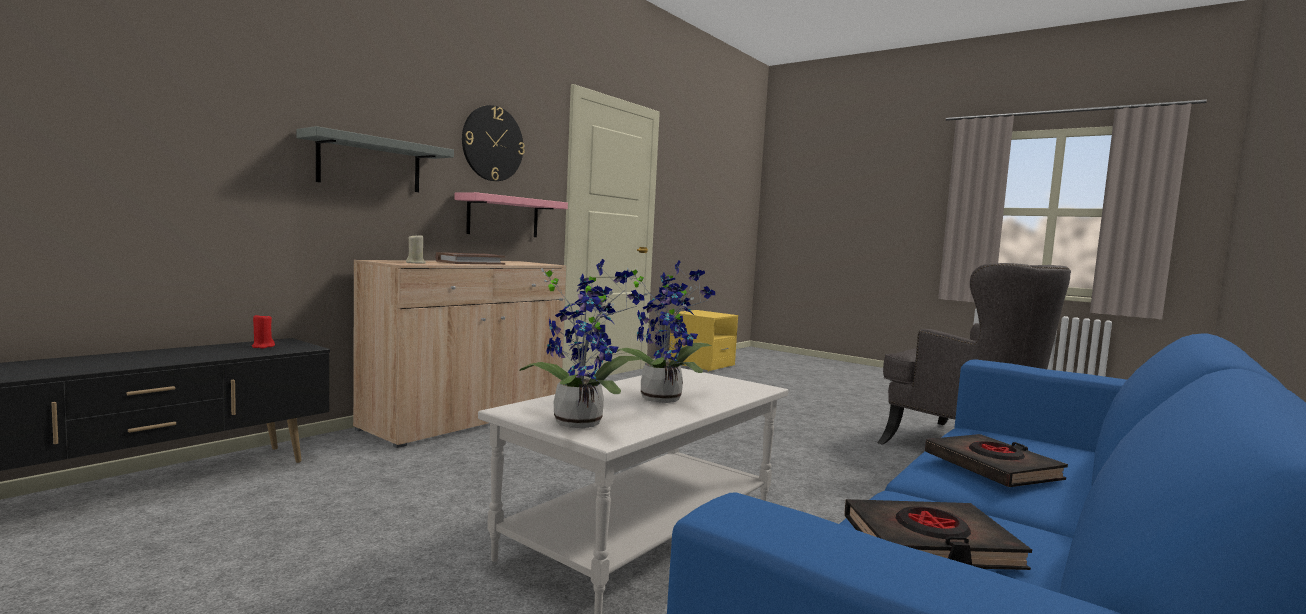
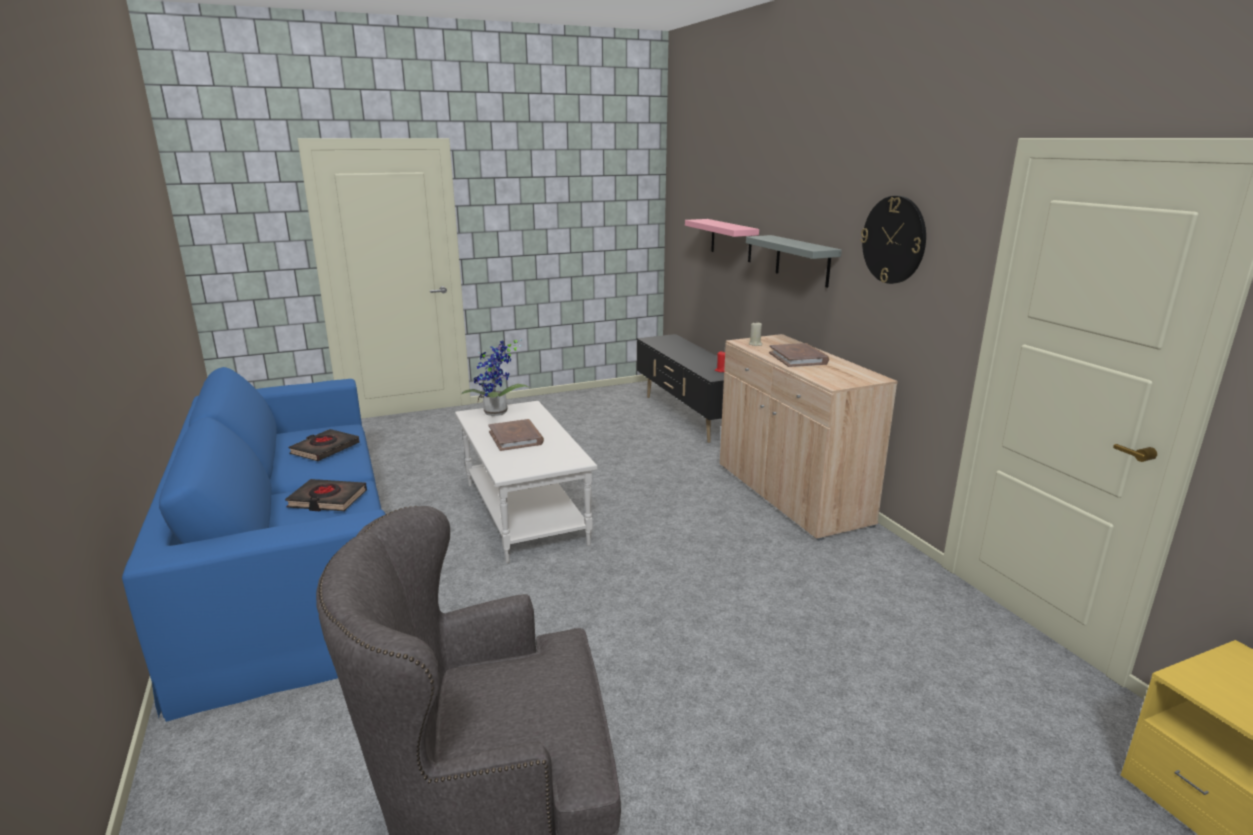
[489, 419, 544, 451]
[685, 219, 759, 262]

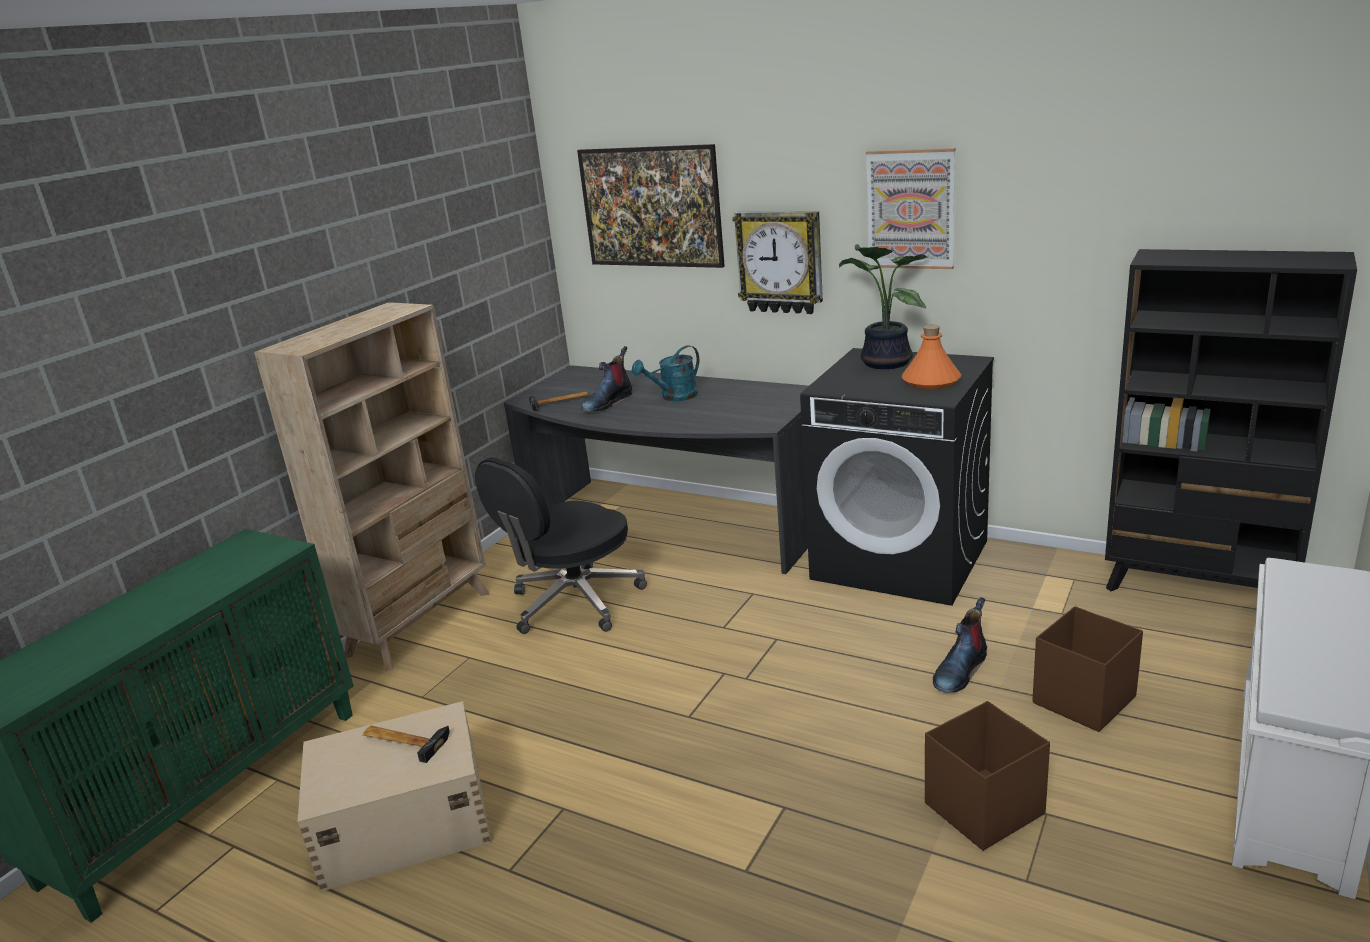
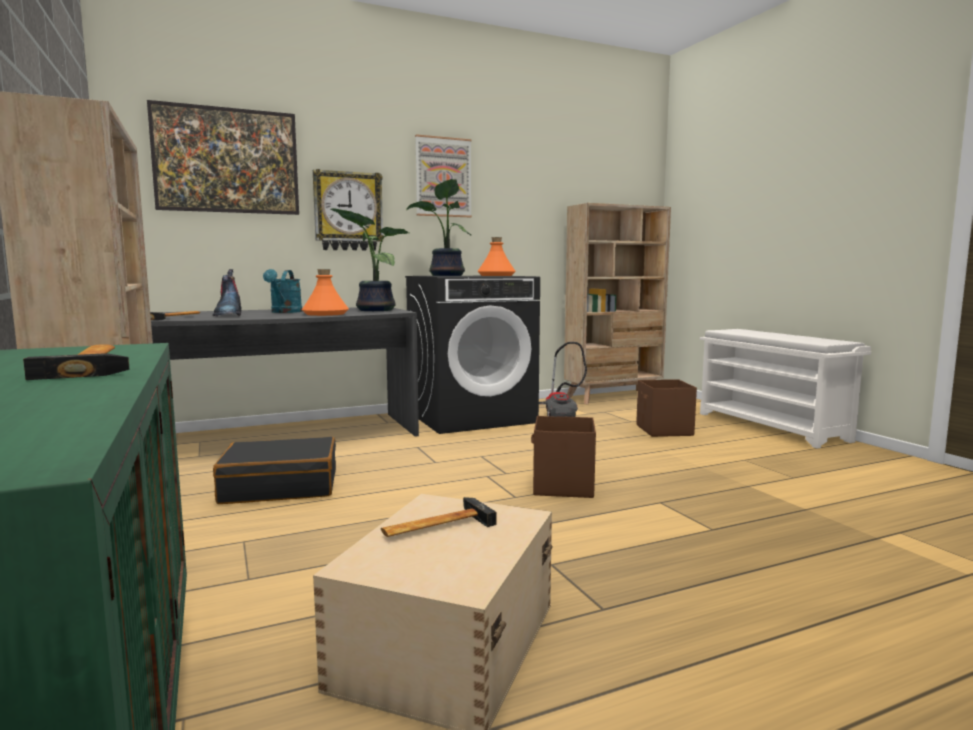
[23, 344, 129, 380]
[213, 437, 336, 504]
[302, 269, 349, 316]
[330, 208, 409, 311]
[531, 416, 596, 498]
[539, 342, 587, 417]
[564, 203, 671, 404]
[933, 597, 987, 693] (first image)

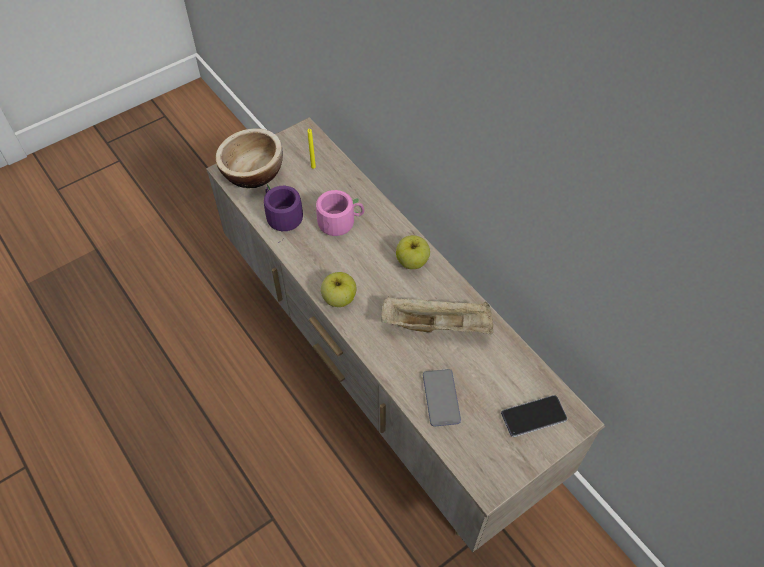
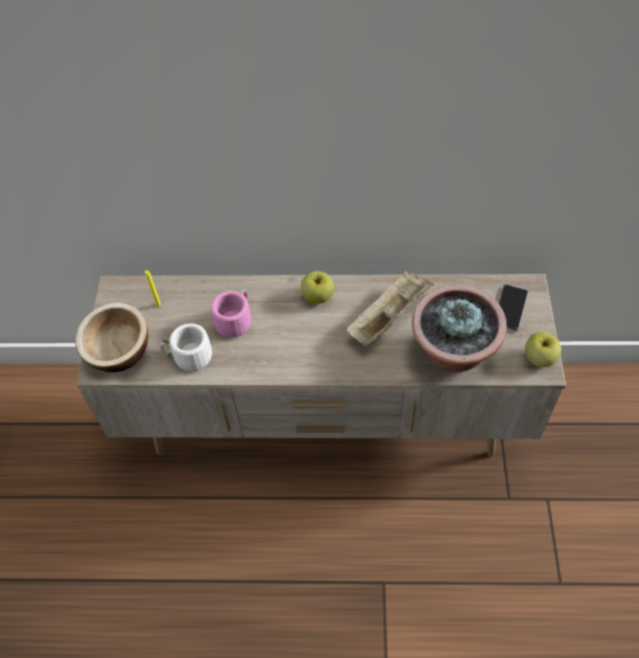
[160, 323, 212, 371]
[412, 285, 507, 372]
[525, 332, 561, 367]

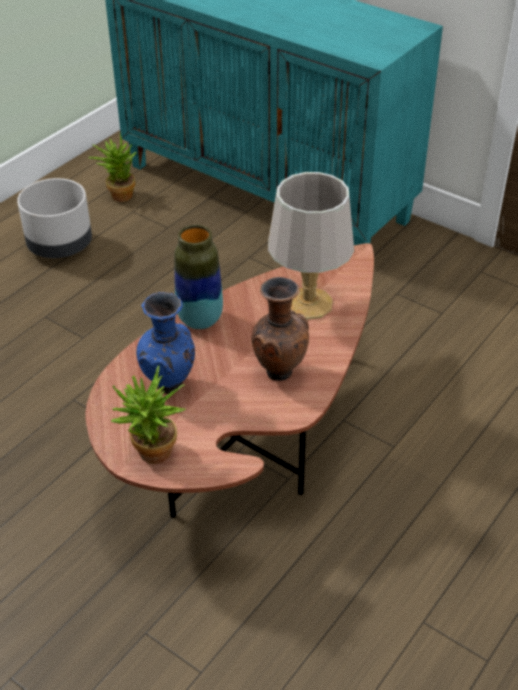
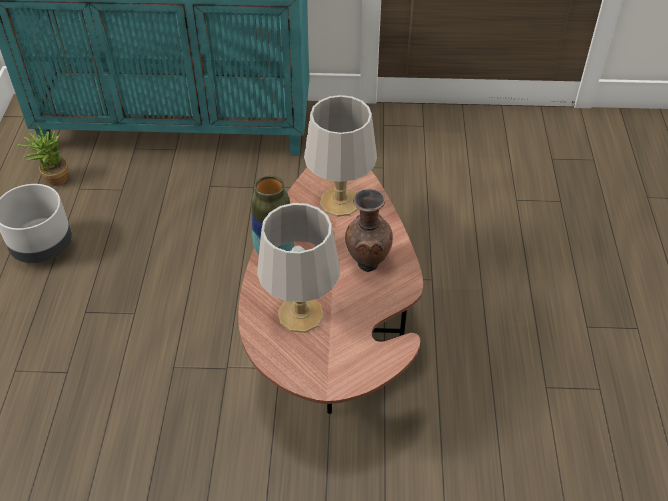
[257, 203, 340, 333]
[111, 366, 186, 464] (first image)

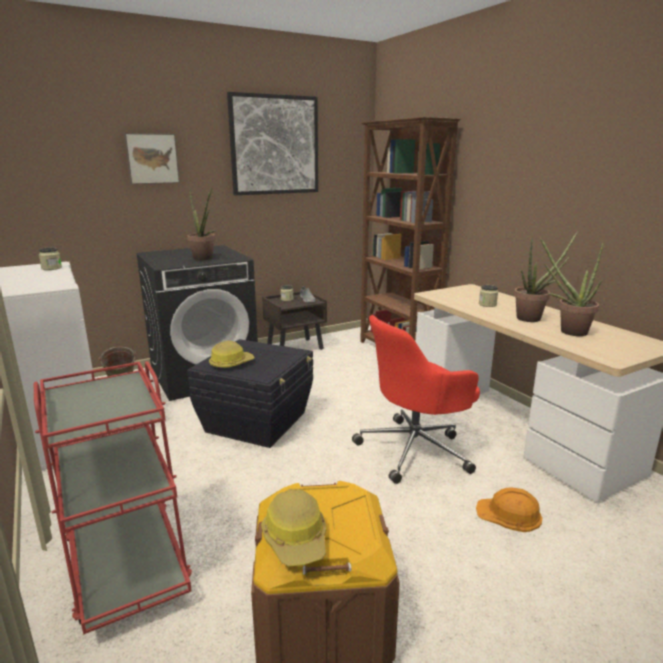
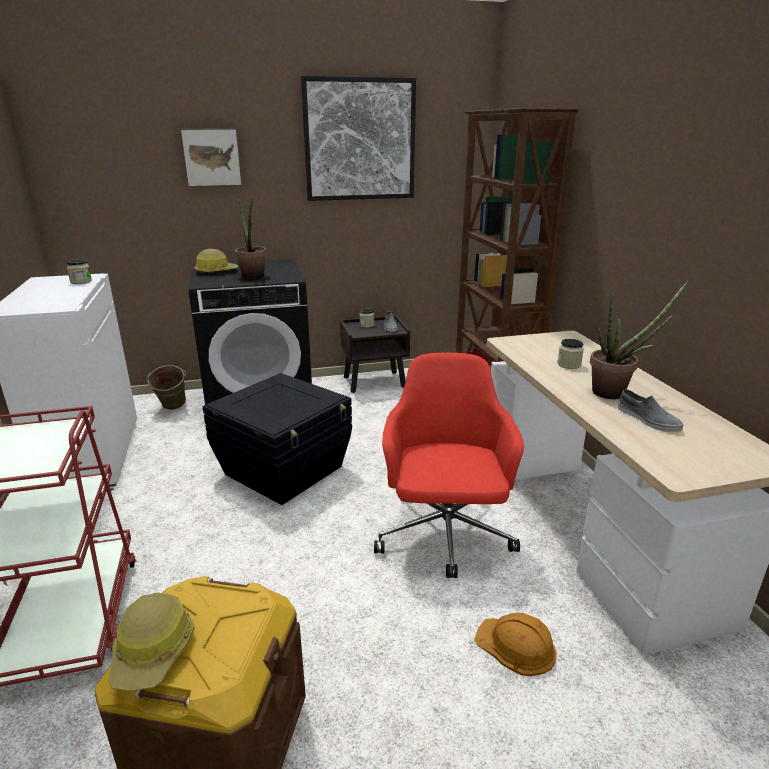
[194, 249, 238, 274]
[374, 353, 524, 578]
[618, 389, 683, 432]

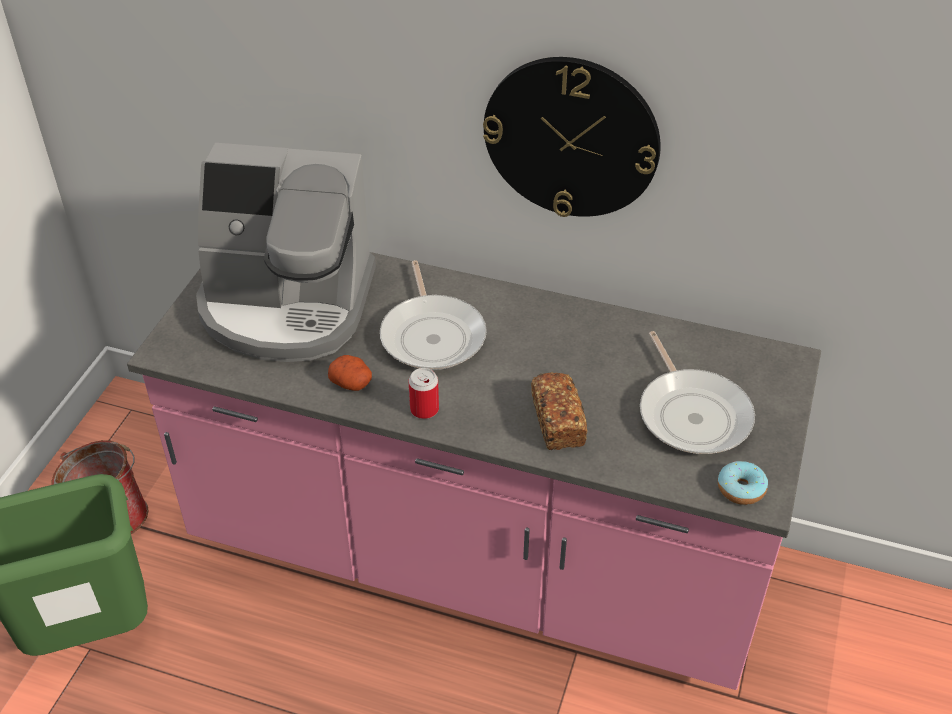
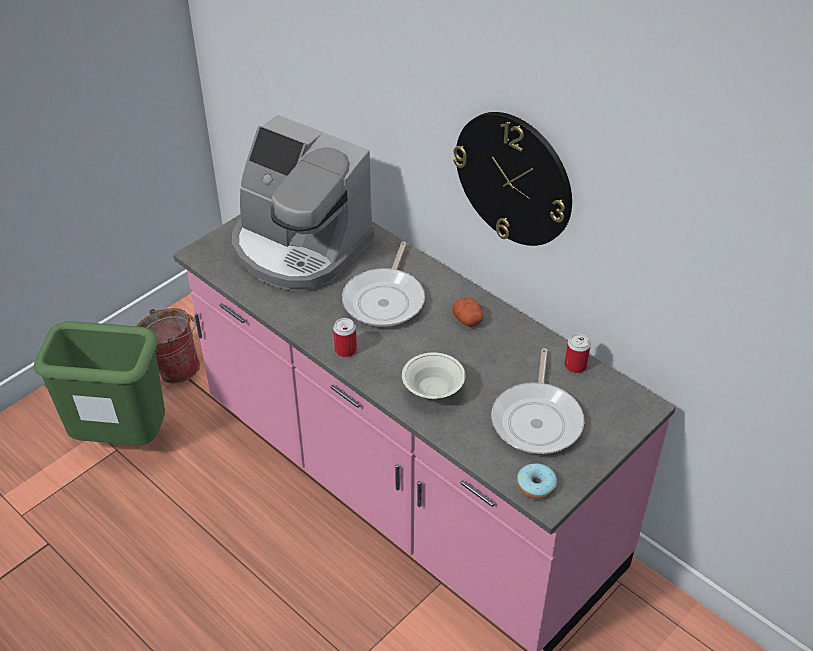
[402, 352, 465, 400]
[452, 298, 484, 327]
[564, 333, 591, 373]

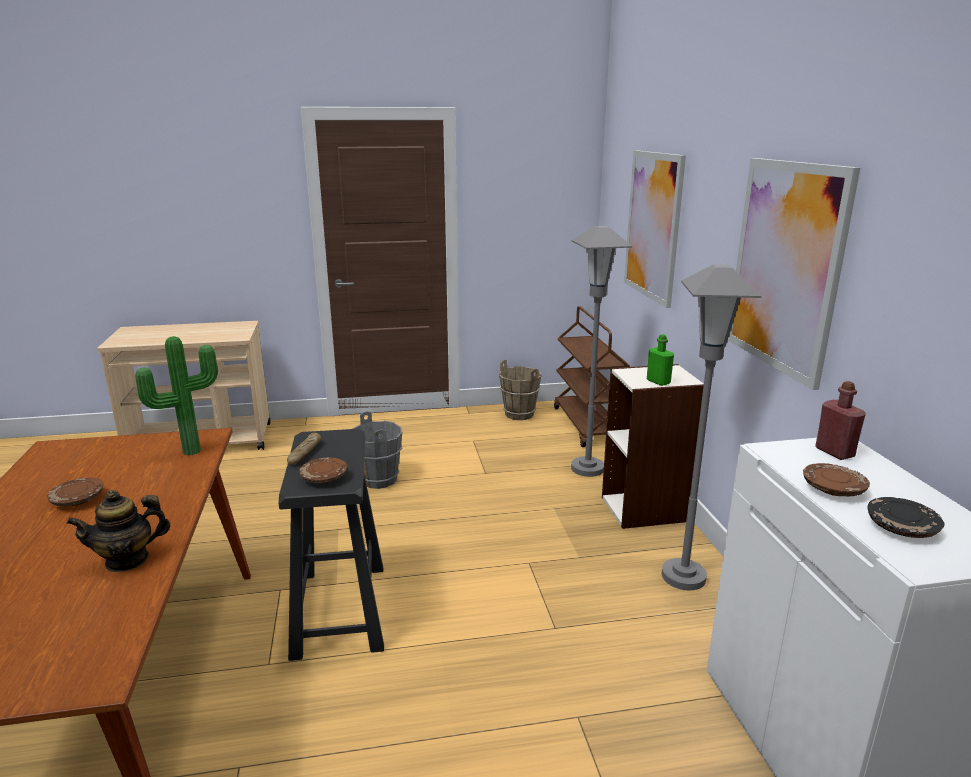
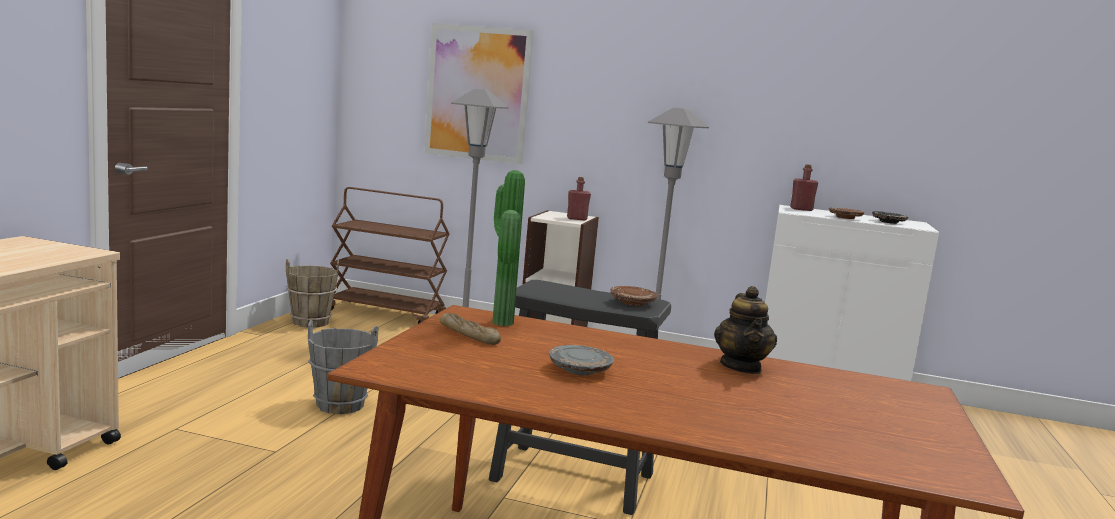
[440, 313, 501, 345]
[549, 345, 614, 375]
[567, 177, 591, 220]
[728, 158, 860, 390] (first image)

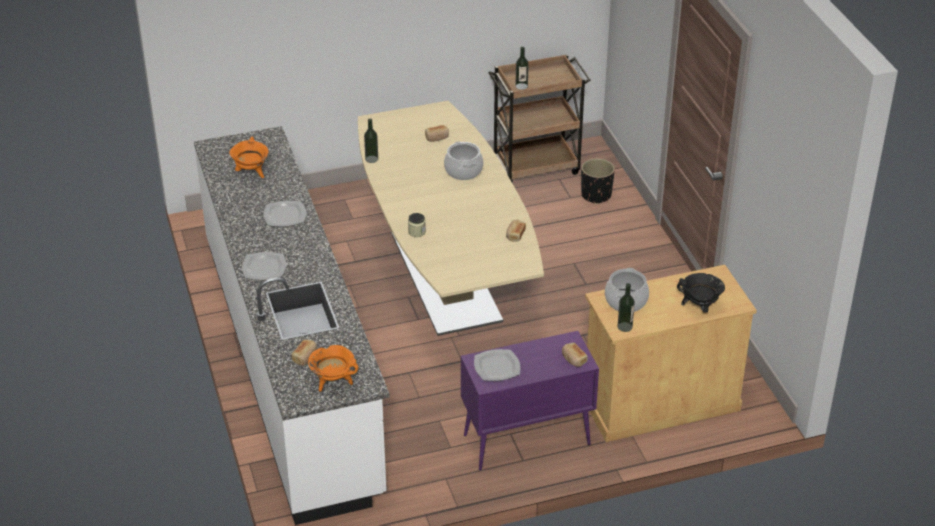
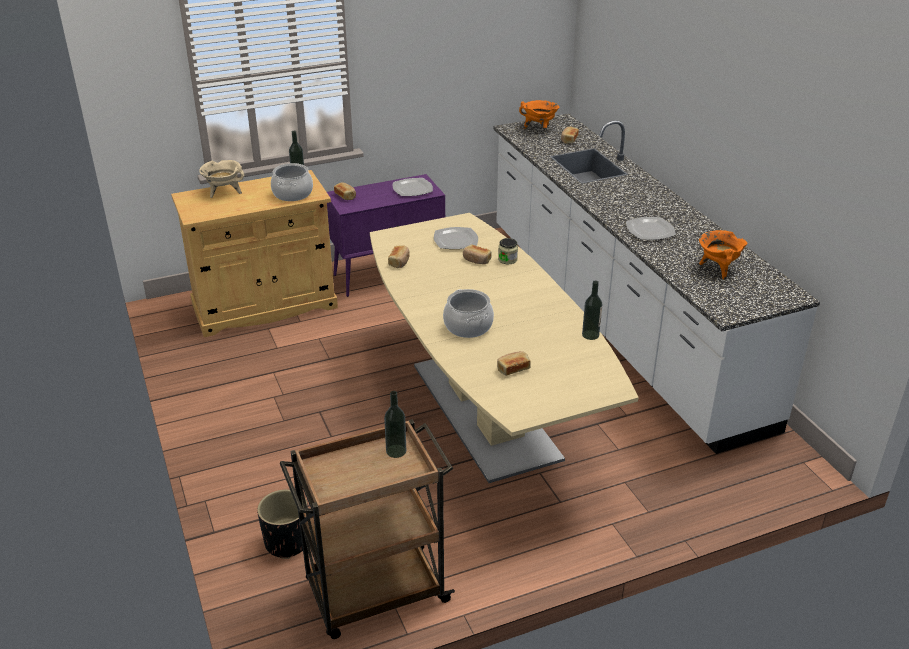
[199, 160, 244, 198]
[434, 227, 478, 249]
[463, 245, 492, 264]

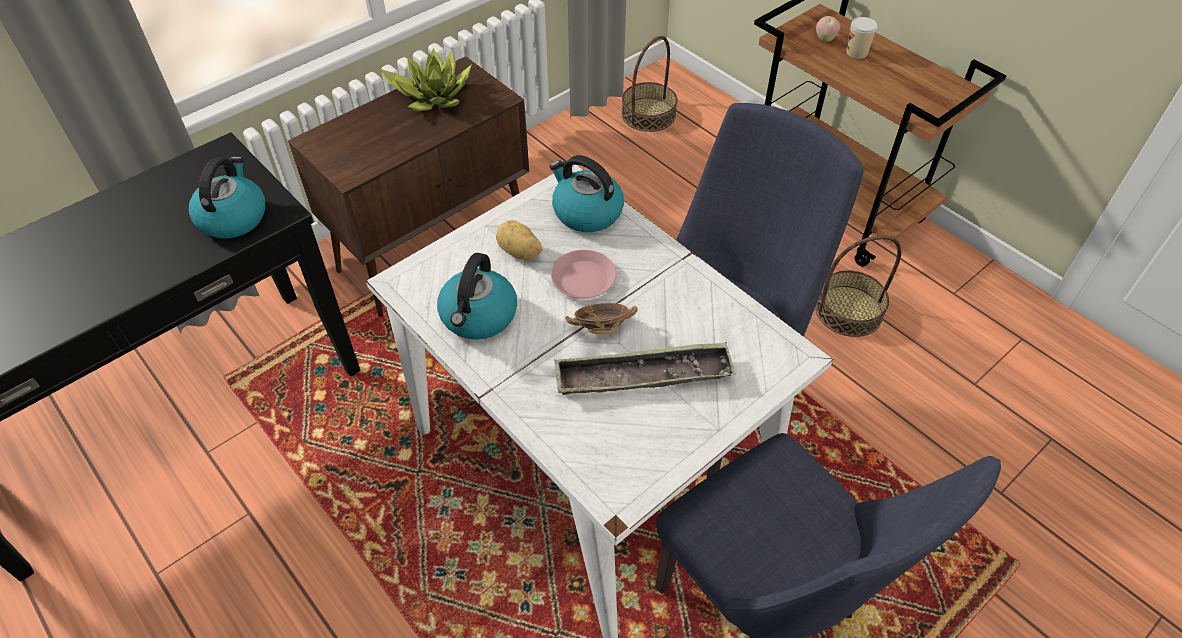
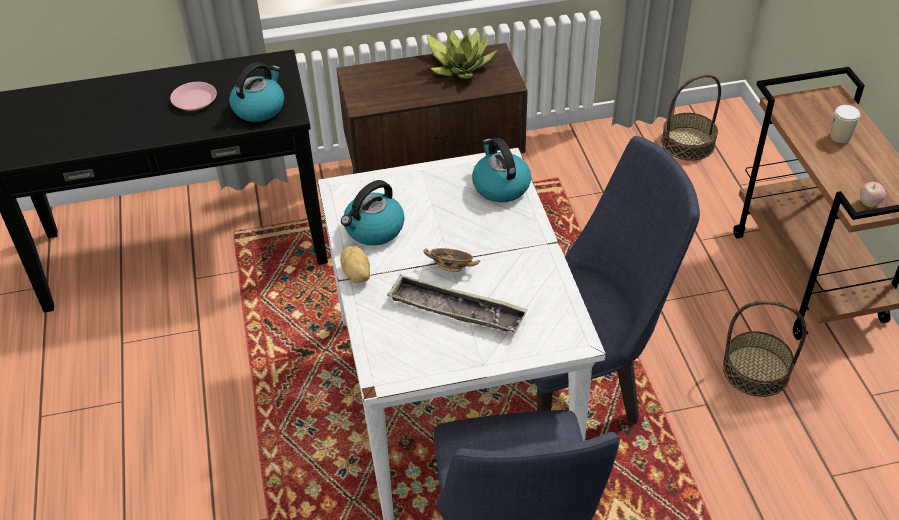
[170, 82, 217, 111]
[340, 246, 370, 283]
[860, 182, 886, 207]

